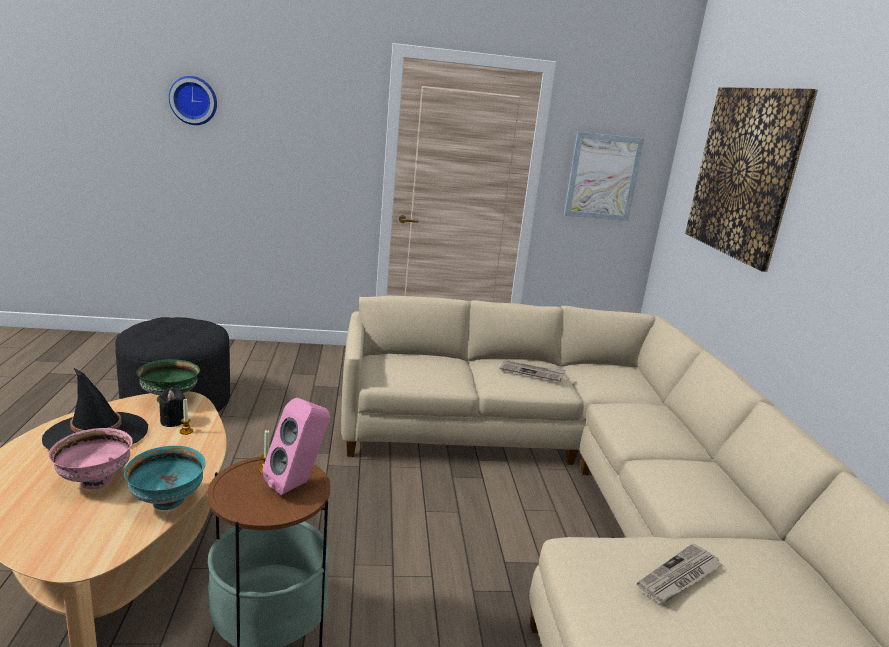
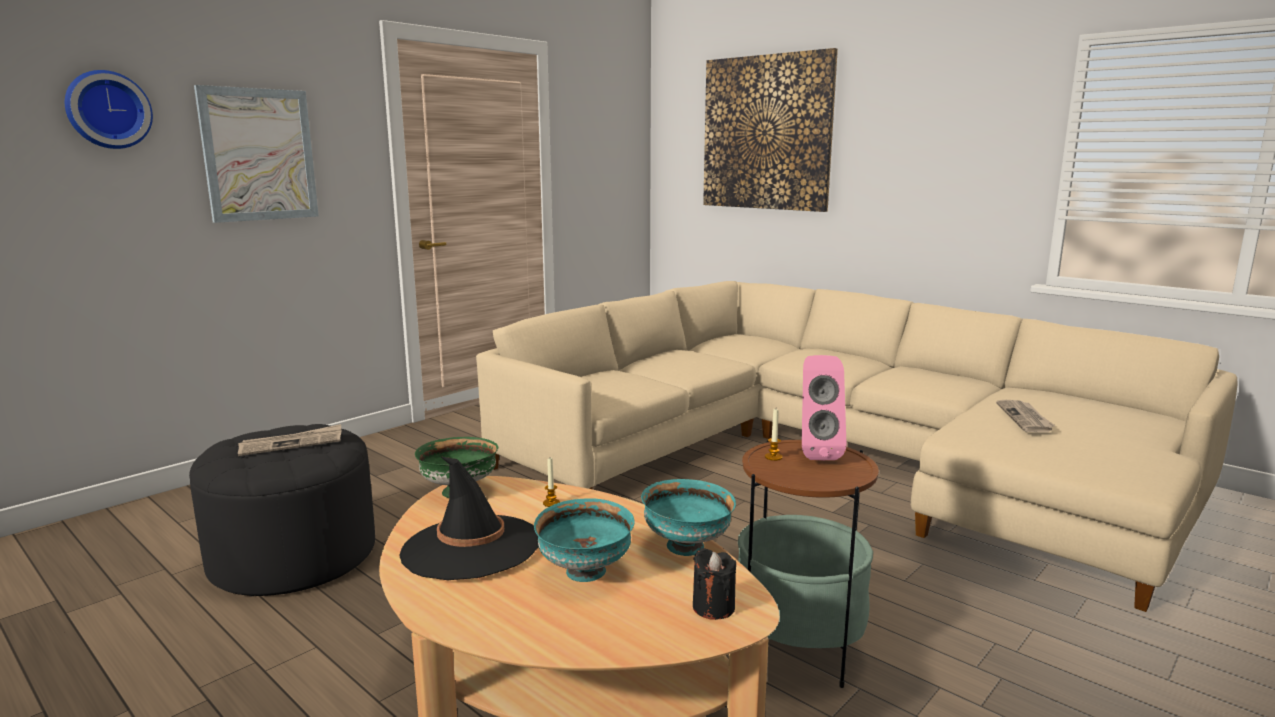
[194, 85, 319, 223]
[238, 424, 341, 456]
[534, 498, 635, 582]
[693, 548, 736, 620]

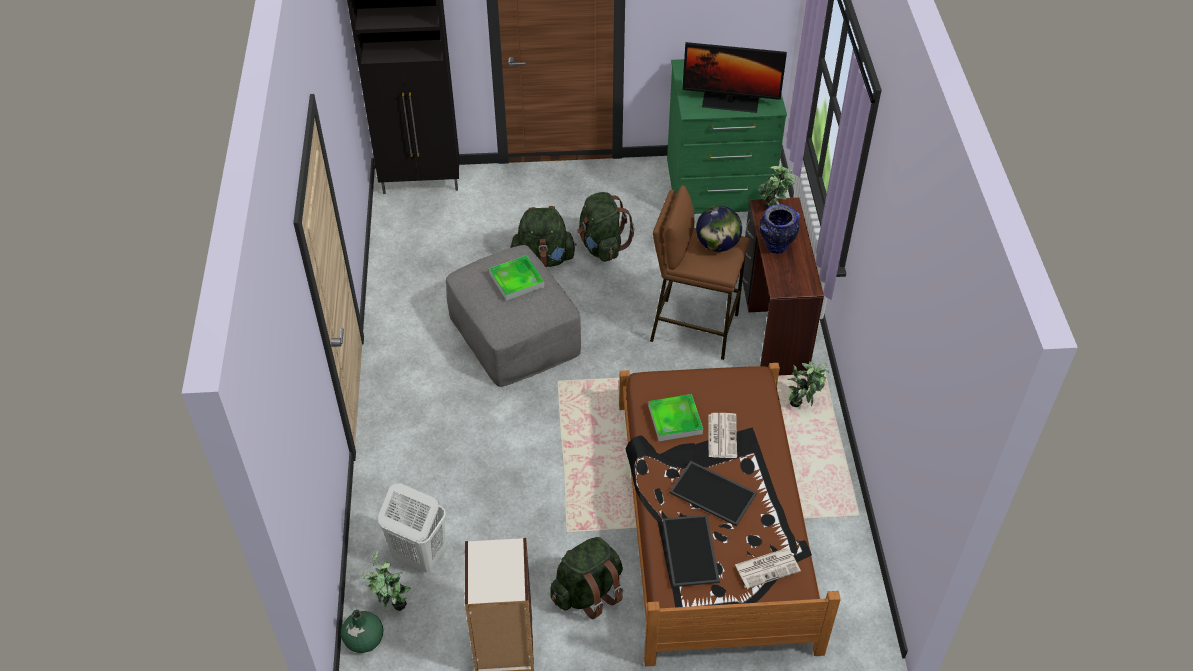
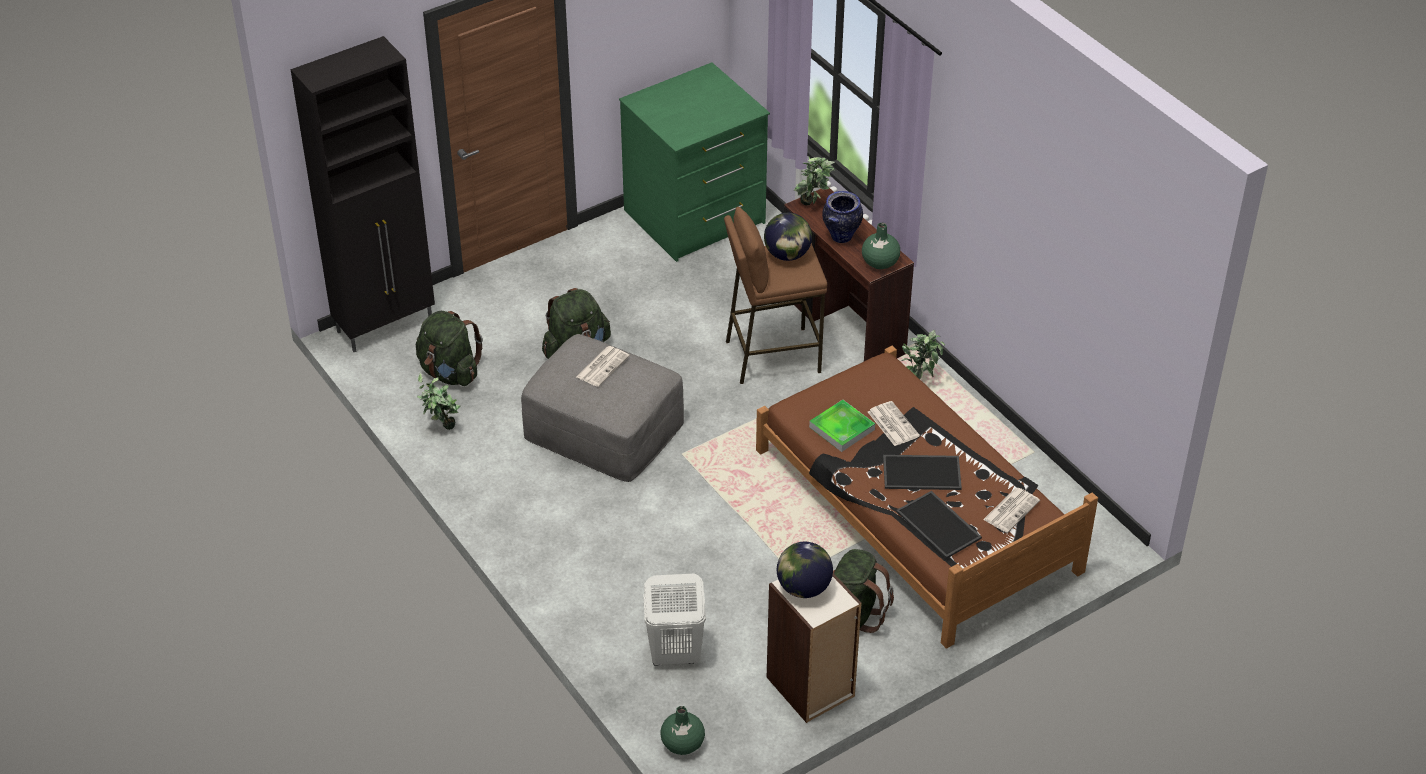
[416, 311, 483, 386]
[417, 373, 460, 430]
[577, 346, 630, 387]
[777, 542, 833, 598]
[862, 223, 900, 269]
[682, 42, 787, 113] (first image)

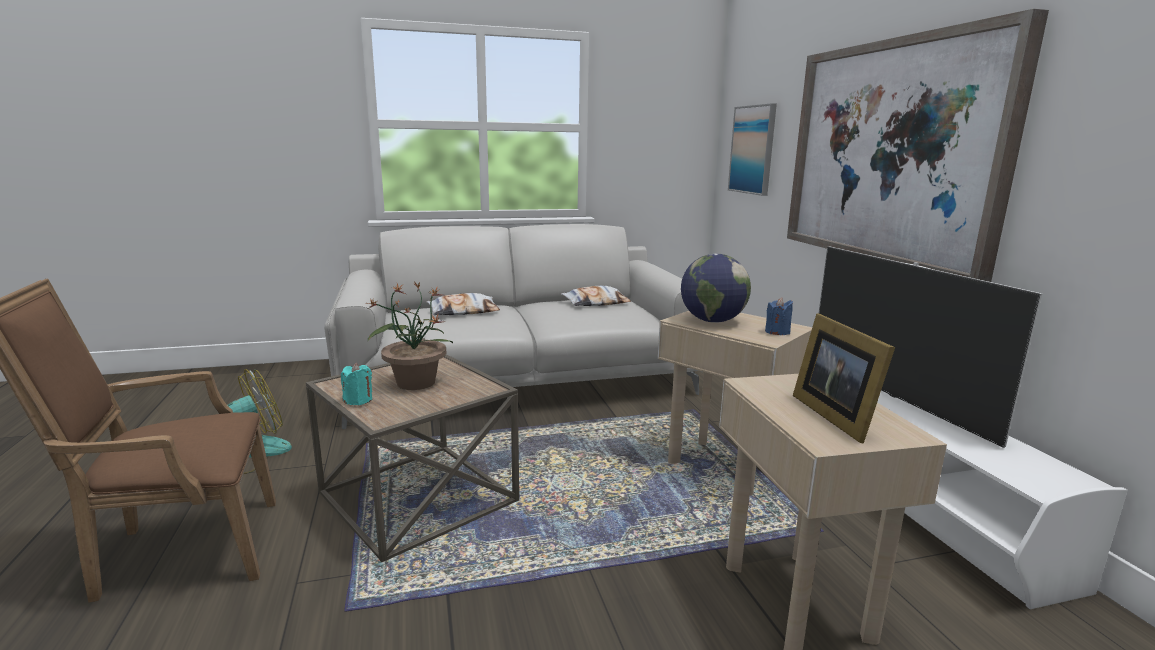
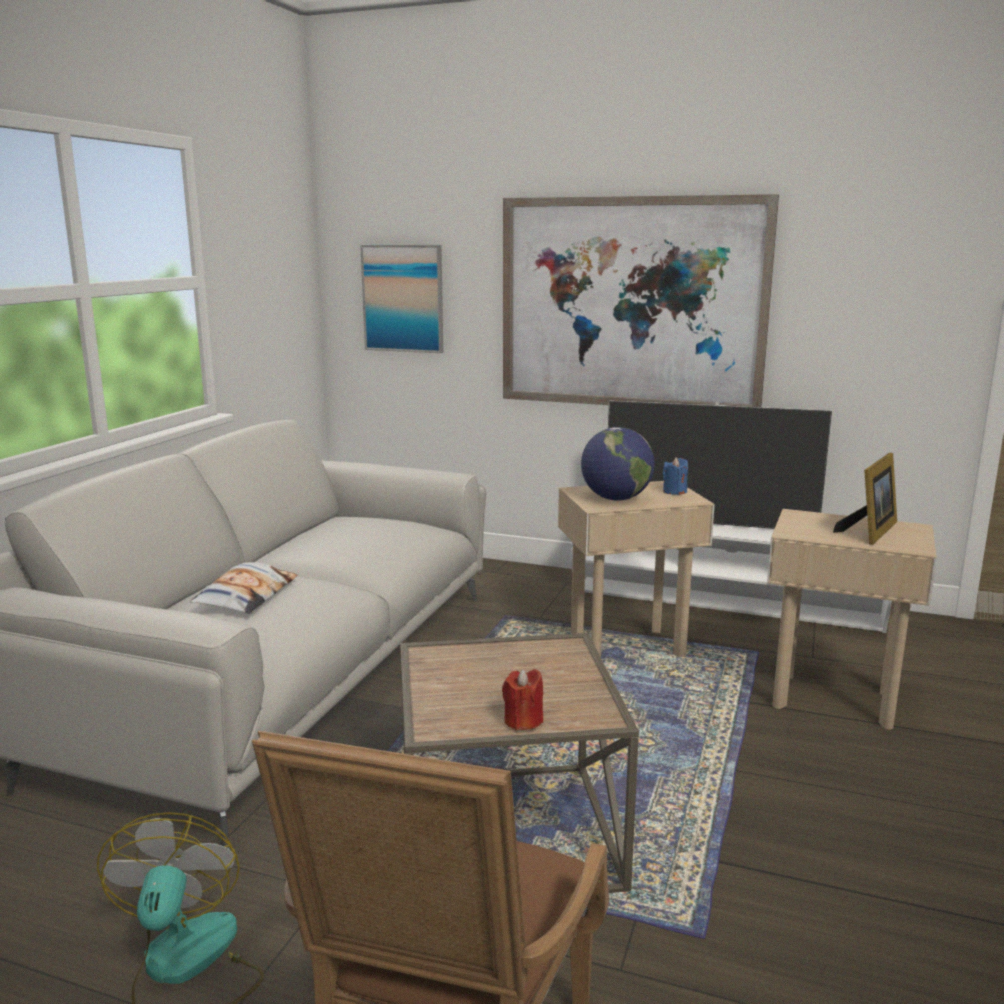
[502, 669, 543, 730]
[833, 453, 897, 545]
[366, 282, 453, 390] (first image)
[561, 286, 631, 306] (first image)

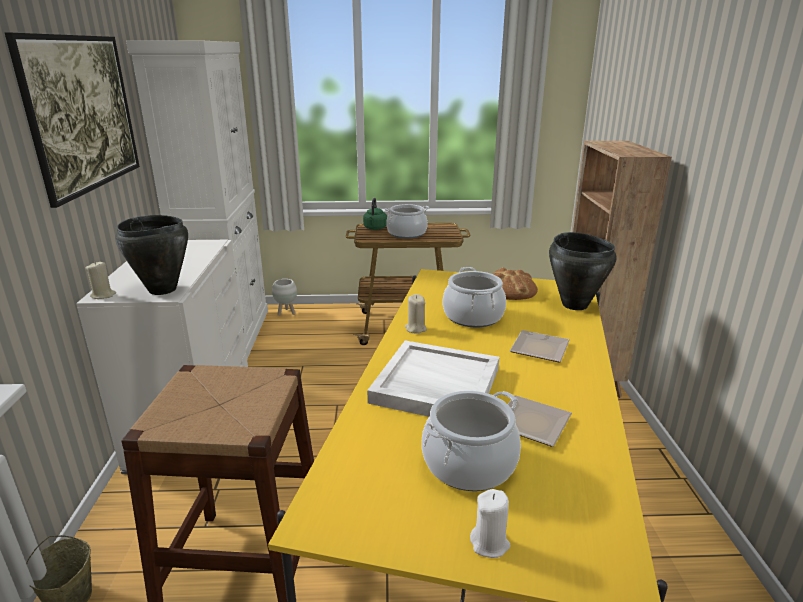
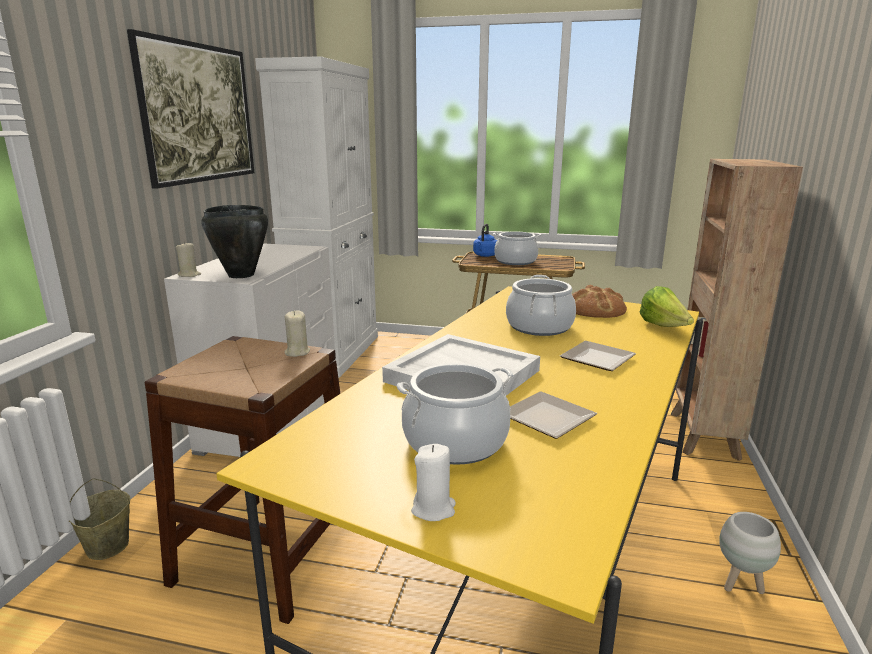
[285, 311, 310, 357]
[473, 224, 497, 257]
[639, 286, 694, 327]
[719, 512, 781, 594]

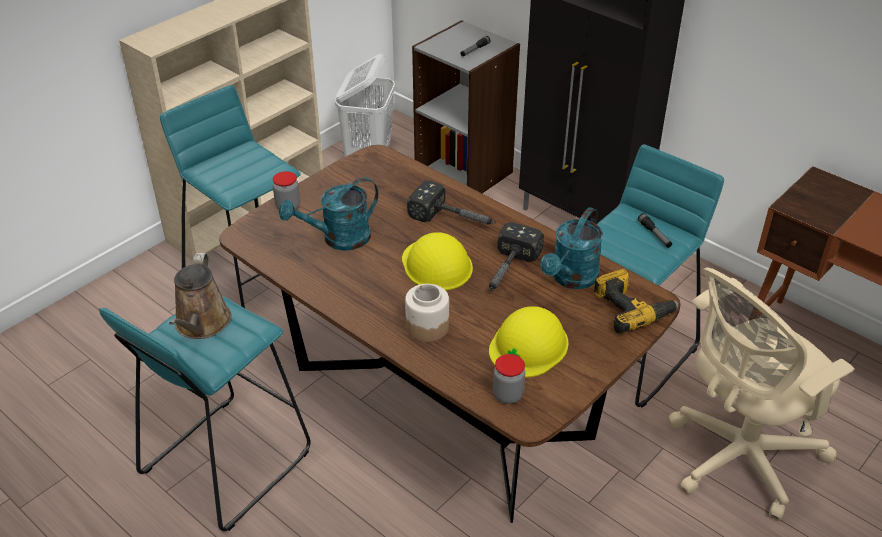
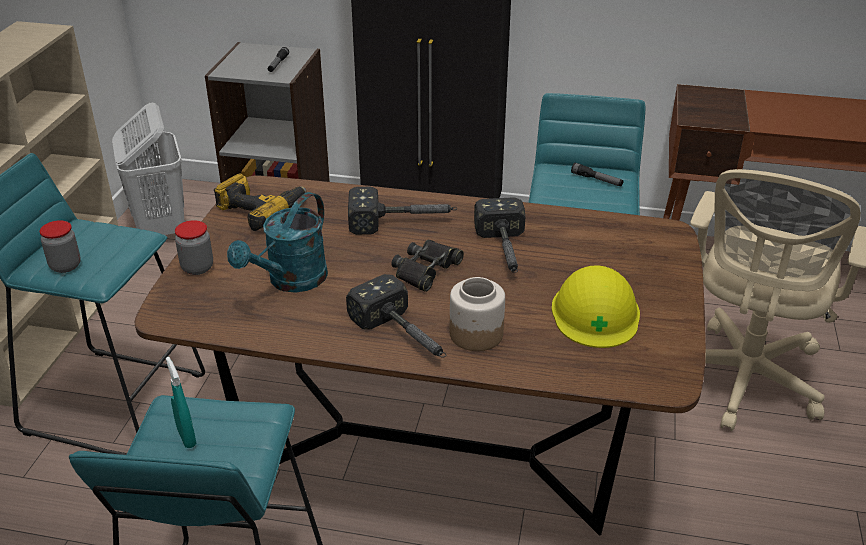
[39, 220, 81, 273]
[166, 357, 197, 448]
[214, 173, 307, 231]
[346, 274, 446, 358]
[391, 240, 464, 292]
[540, 207, 603, 289] (first image)

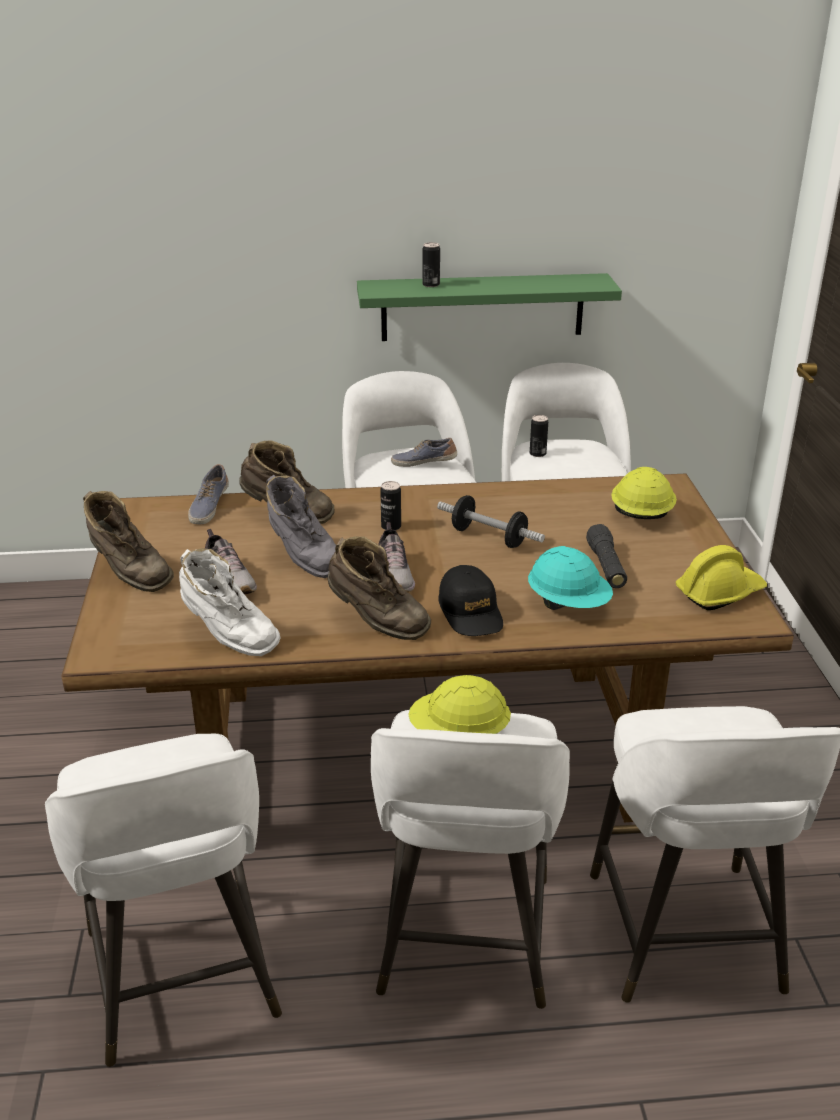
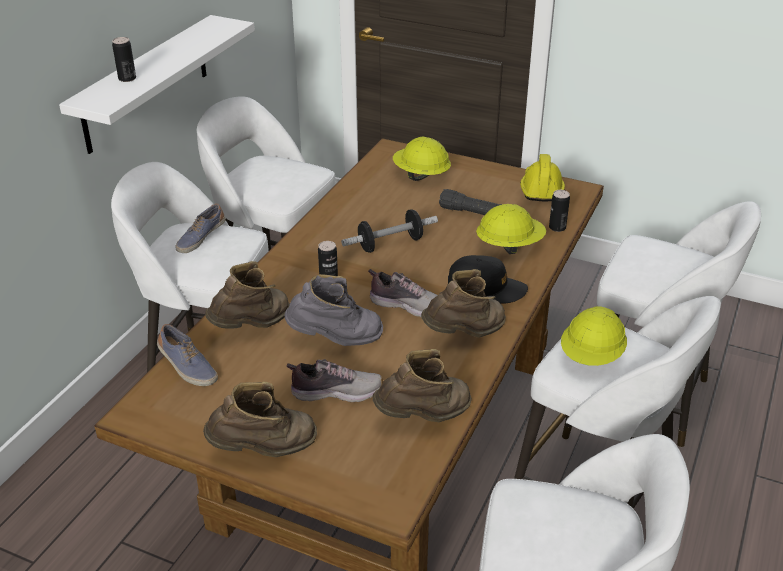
[59, 15, 255, 154]
[373, 349, 472, 422]
[476, 204, 546, 254]
[549, 190, 570, 232]

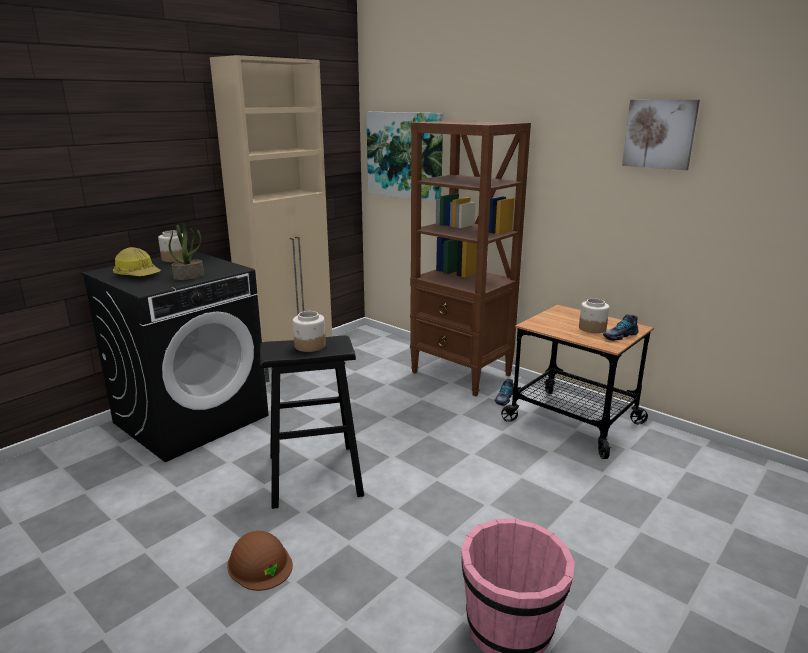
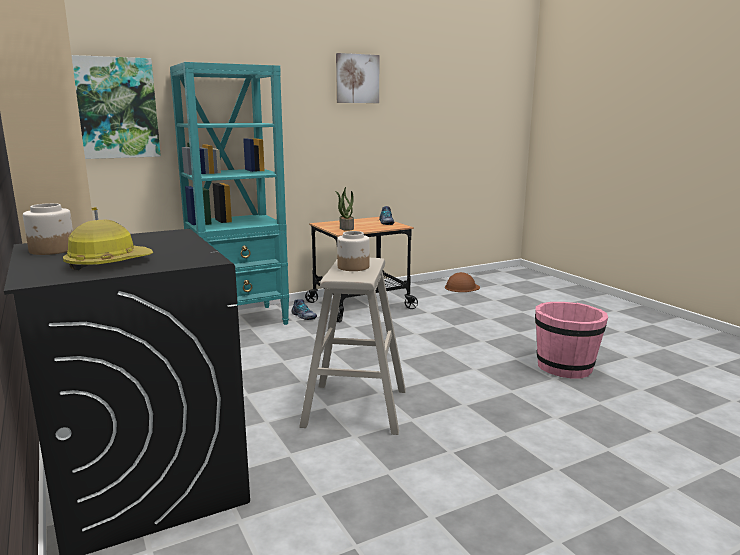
[170, 62, 289, 325]
[299, 258, 406, 435]
[335, 187, 354, 231]
[445, 272, 480, 292]
[579, 298, 609, 333] (first image)

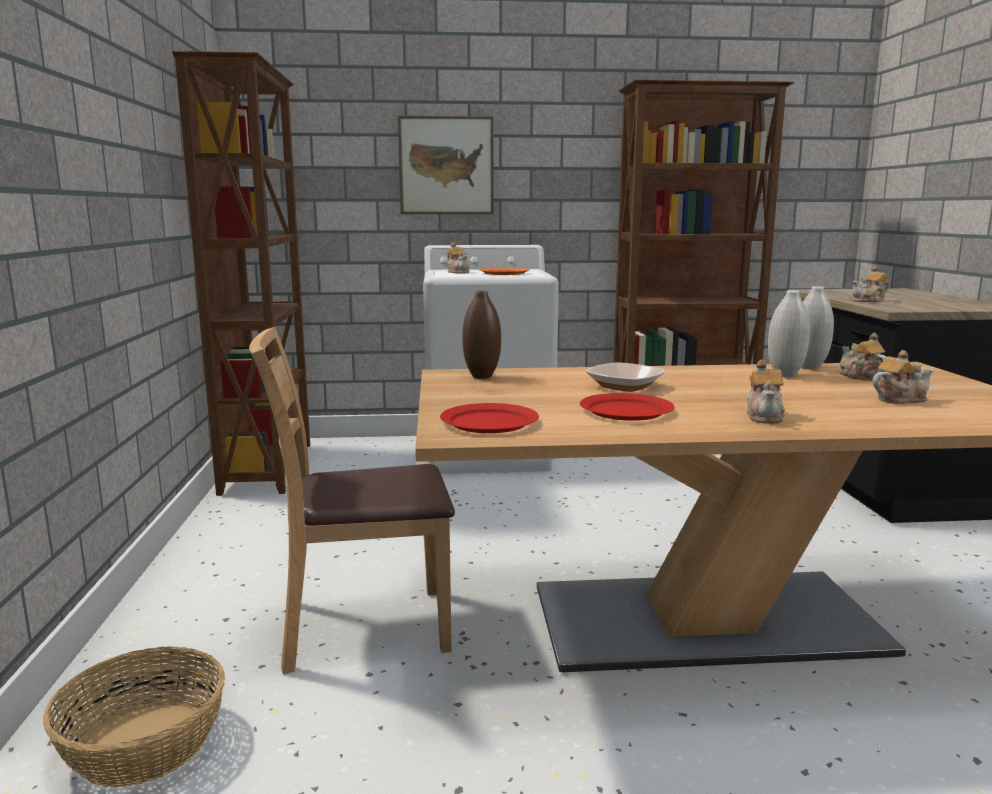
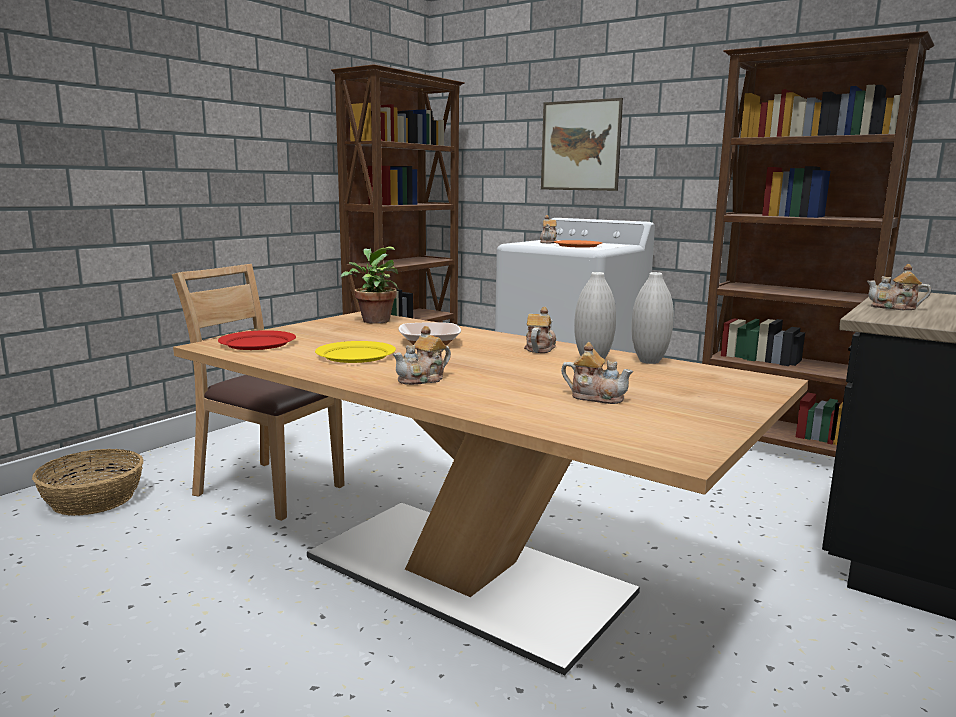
[315, 341, 396, 363]
[340, 246, 399, 324]
[524, 307, 556, 353]

